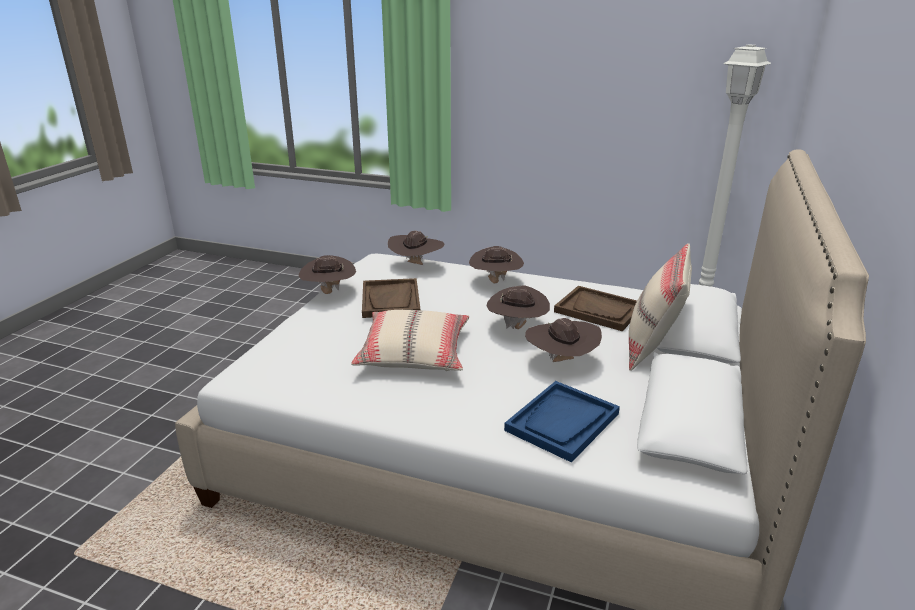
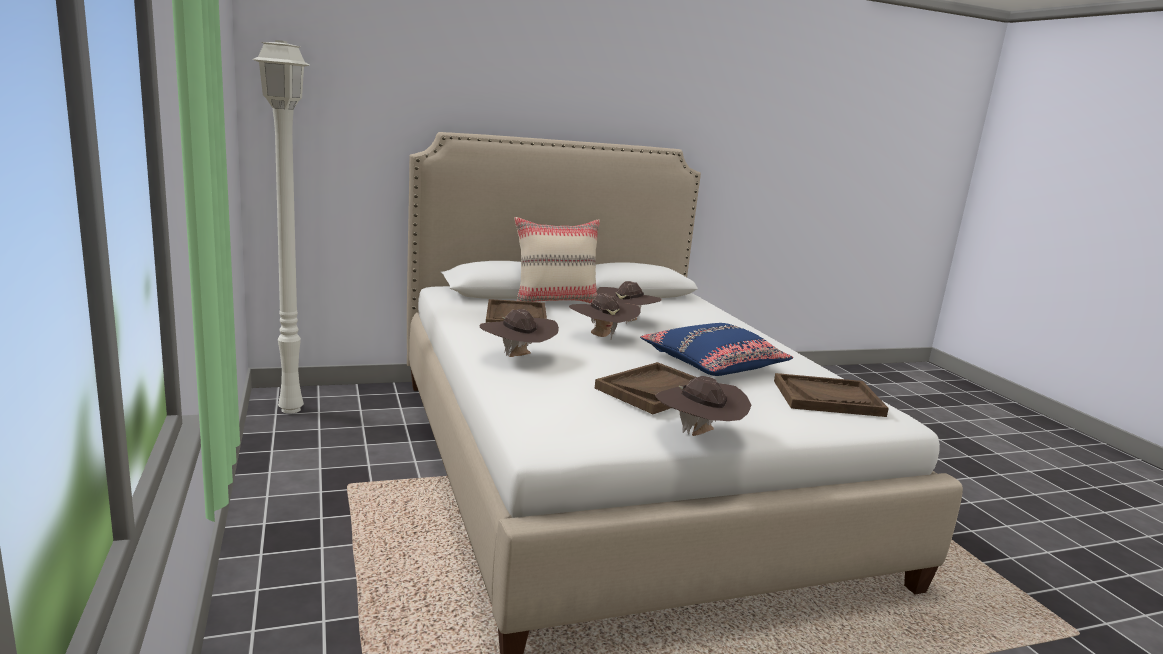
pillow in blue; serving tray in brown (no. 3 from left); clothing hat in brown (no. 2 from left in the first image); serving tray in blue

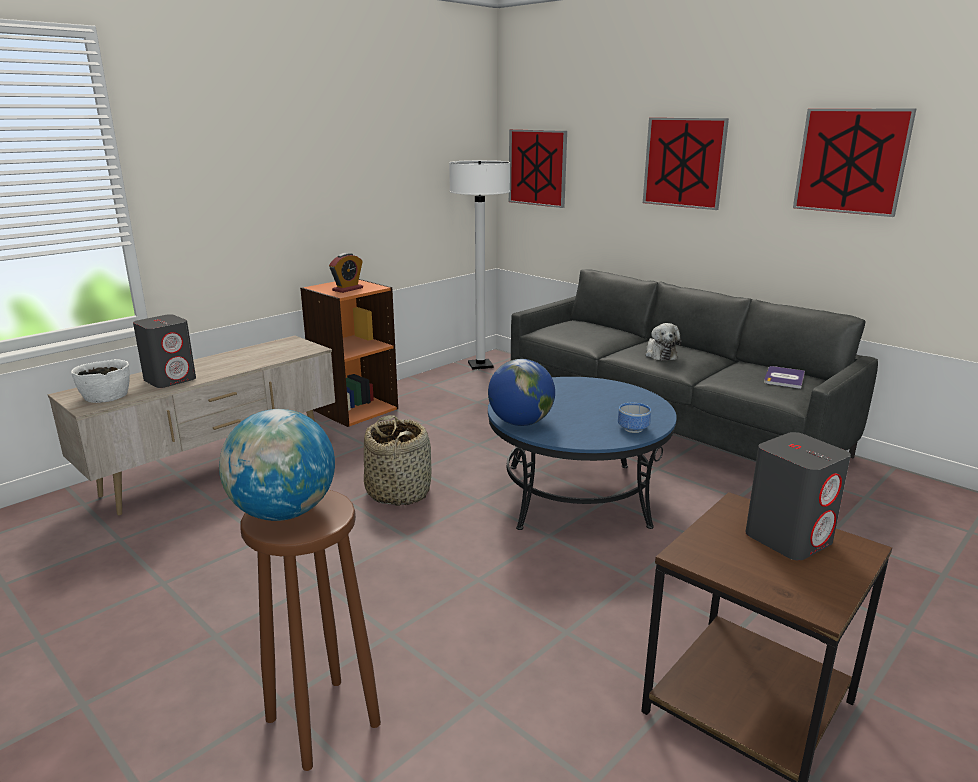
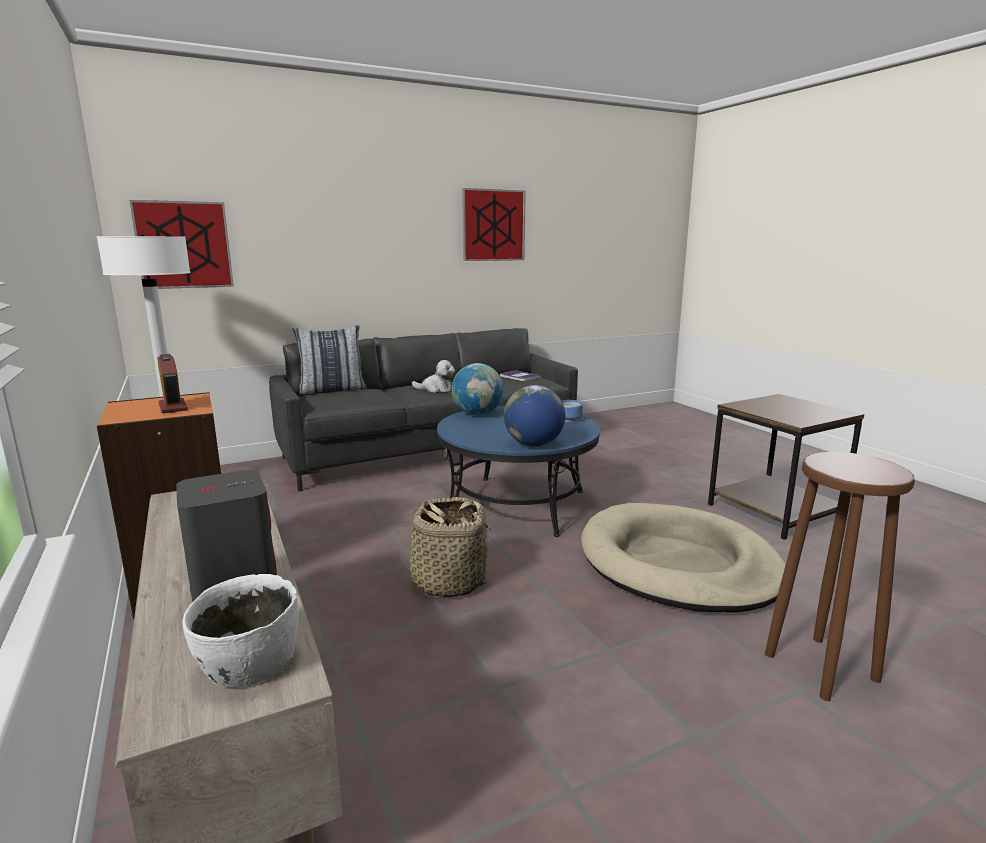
pillow; desk globe (no. 1 from left); dog bed in beige; picture (no. 2 from left in the first image); loudspeaker in greyish (no. 2 from left in the first image)

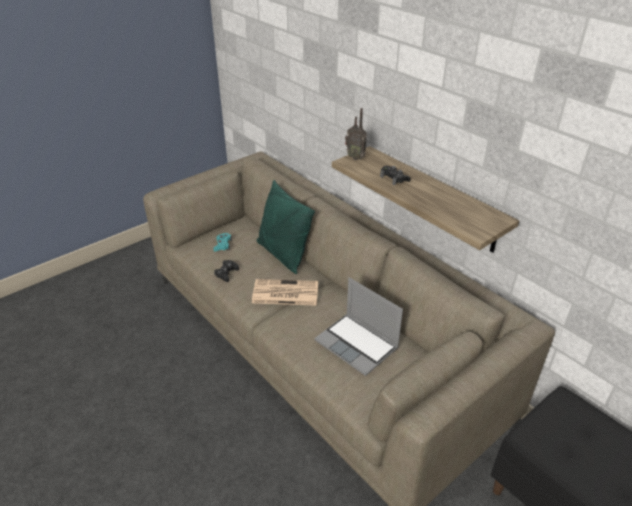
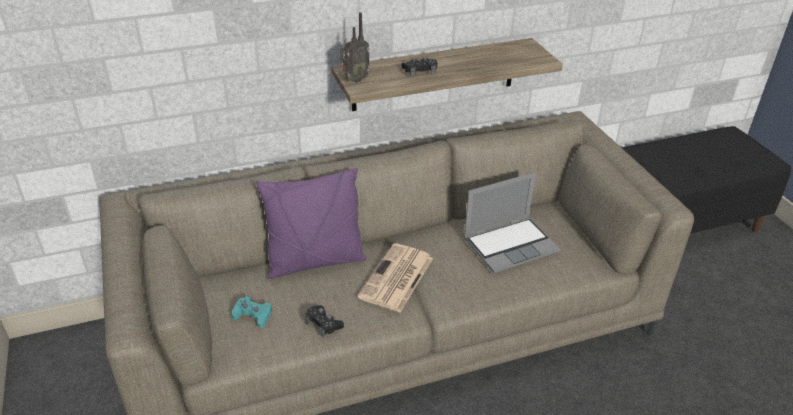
pillow in purplish

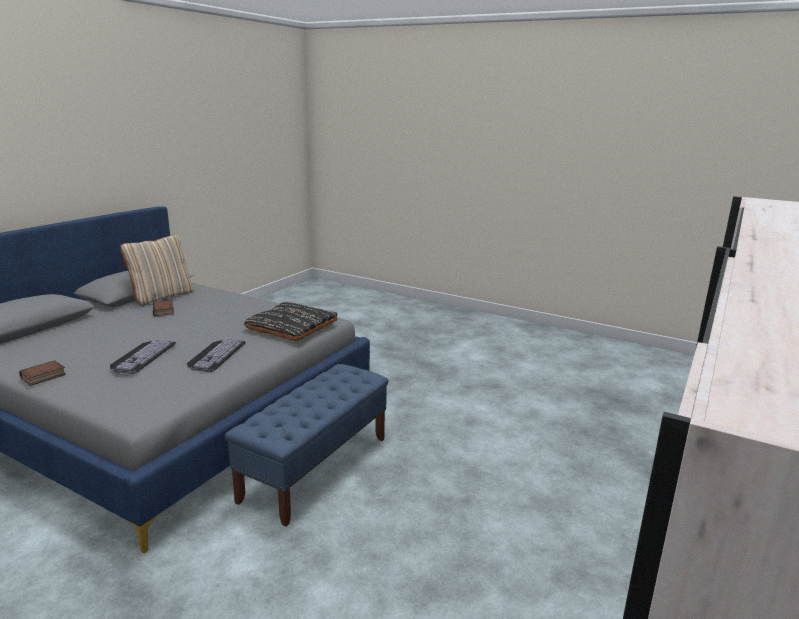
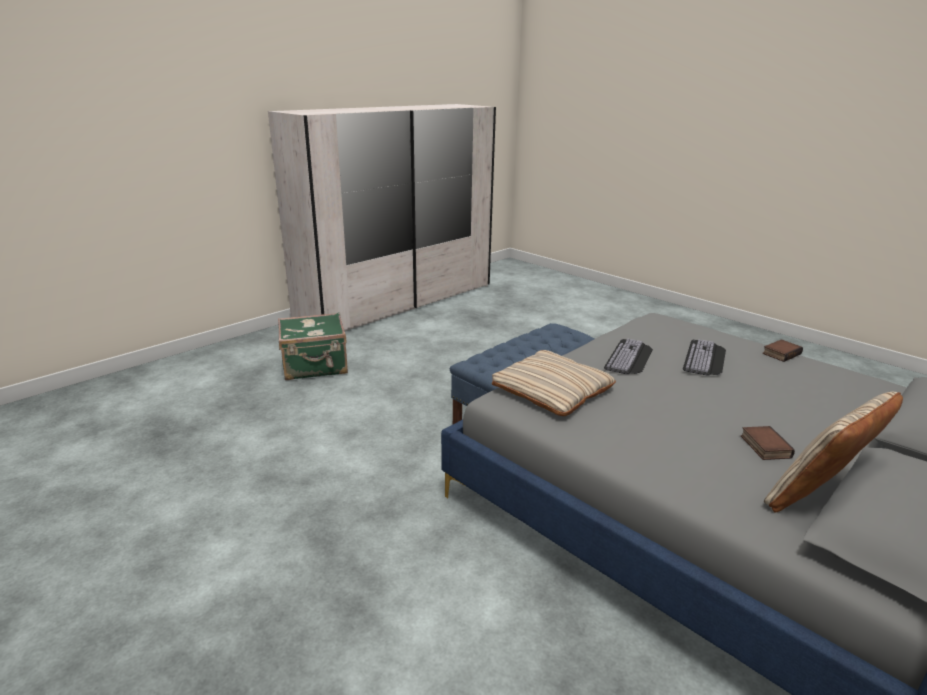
travel case in green; pillow in beige (no. 1 from left)

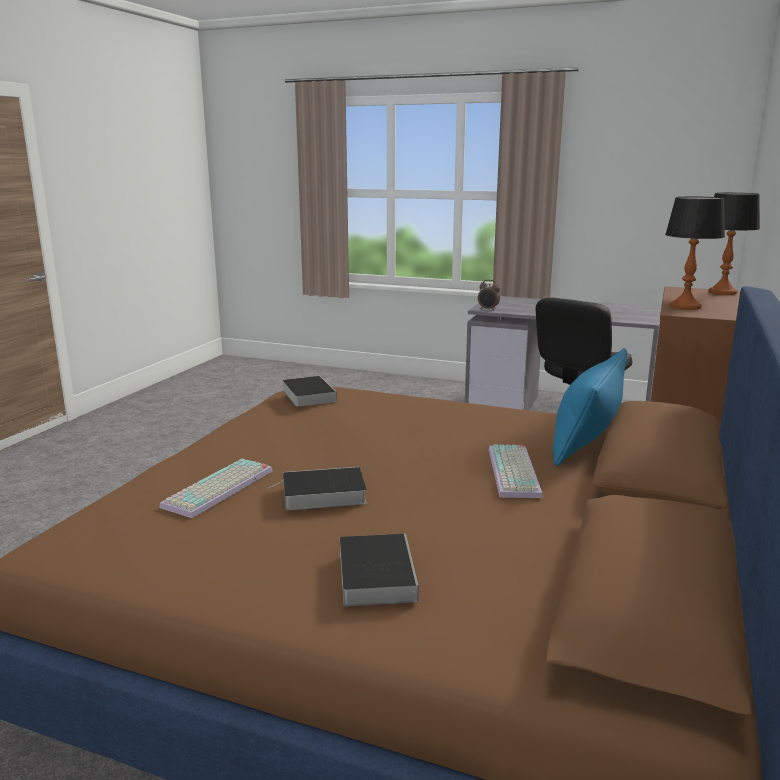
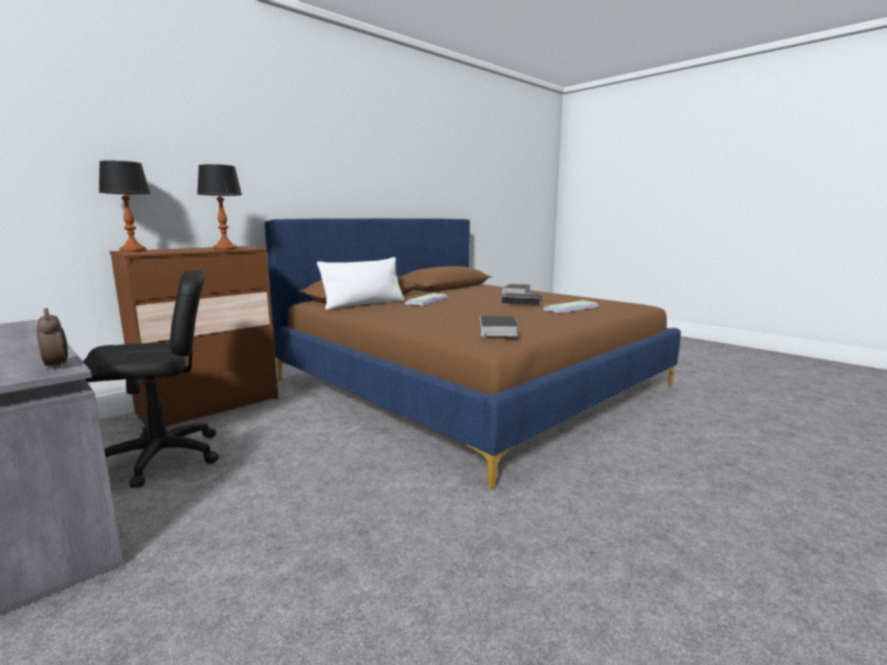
pillow in white-coloured

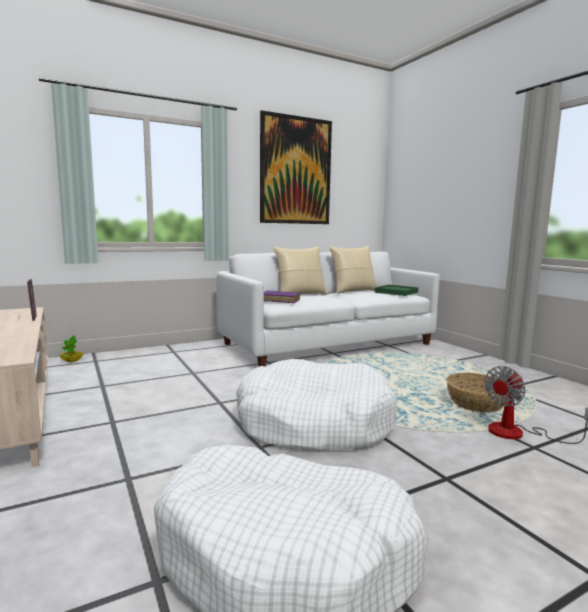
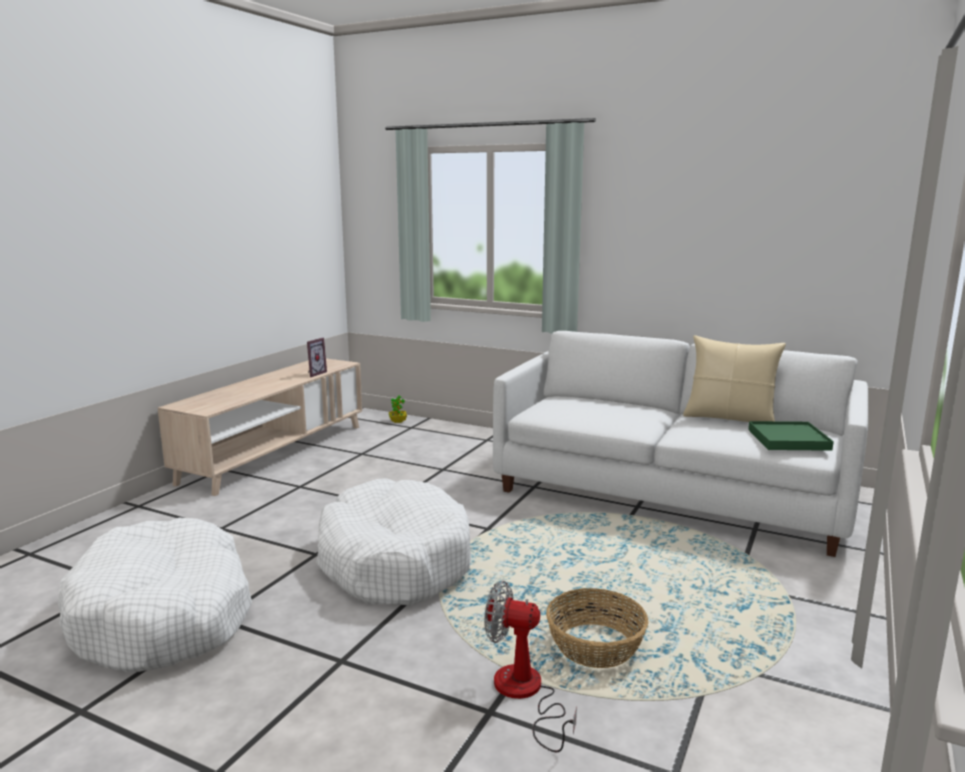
picture; book in purplish; pillow in beige (no. 1 from left in the first image)

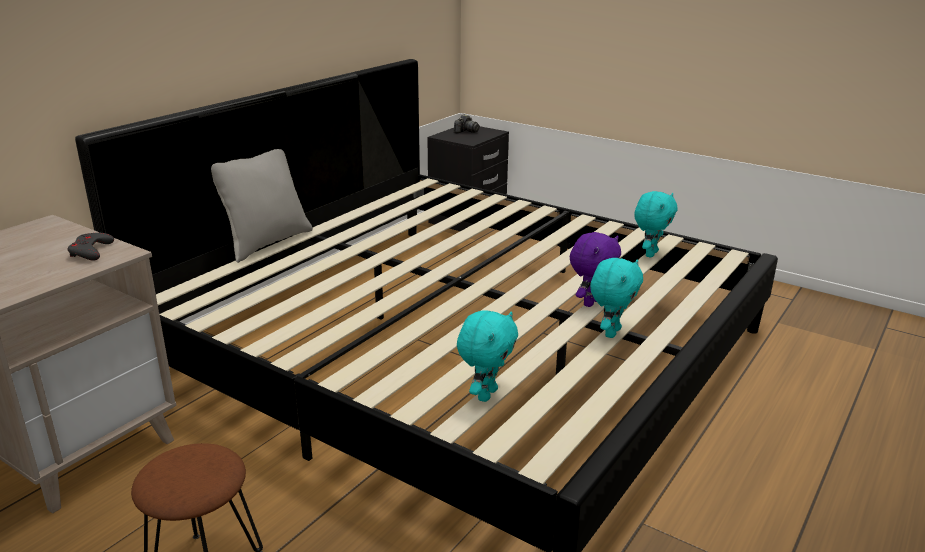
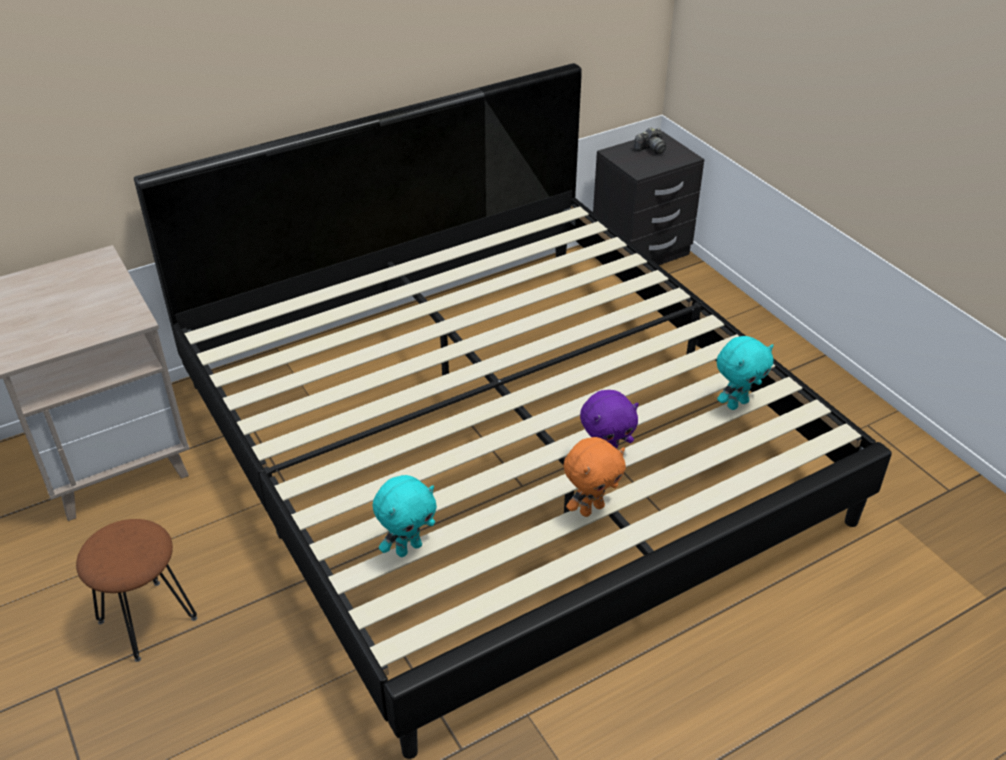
plush toy in orange-coloured; joypad in greyish; pillow in greyish

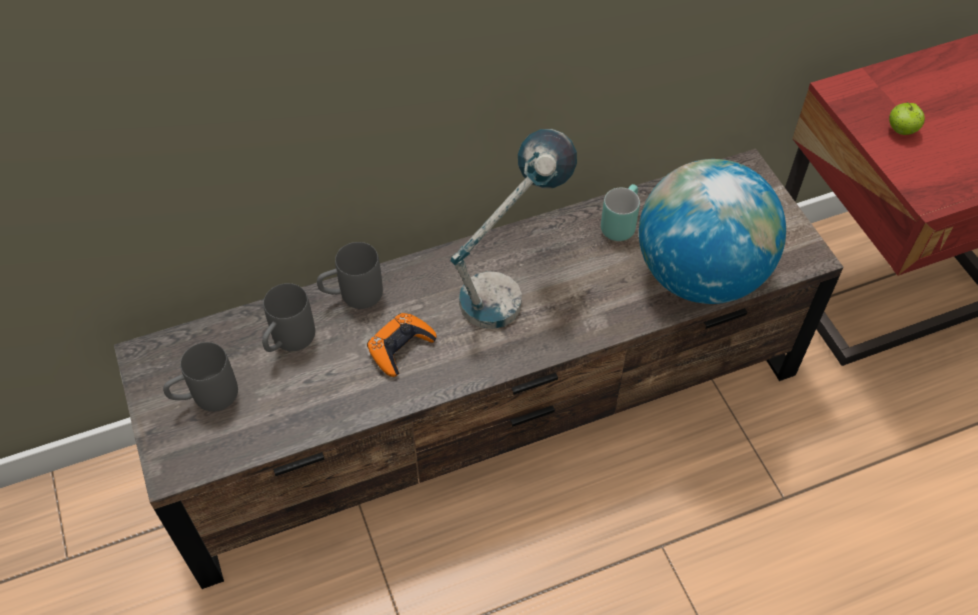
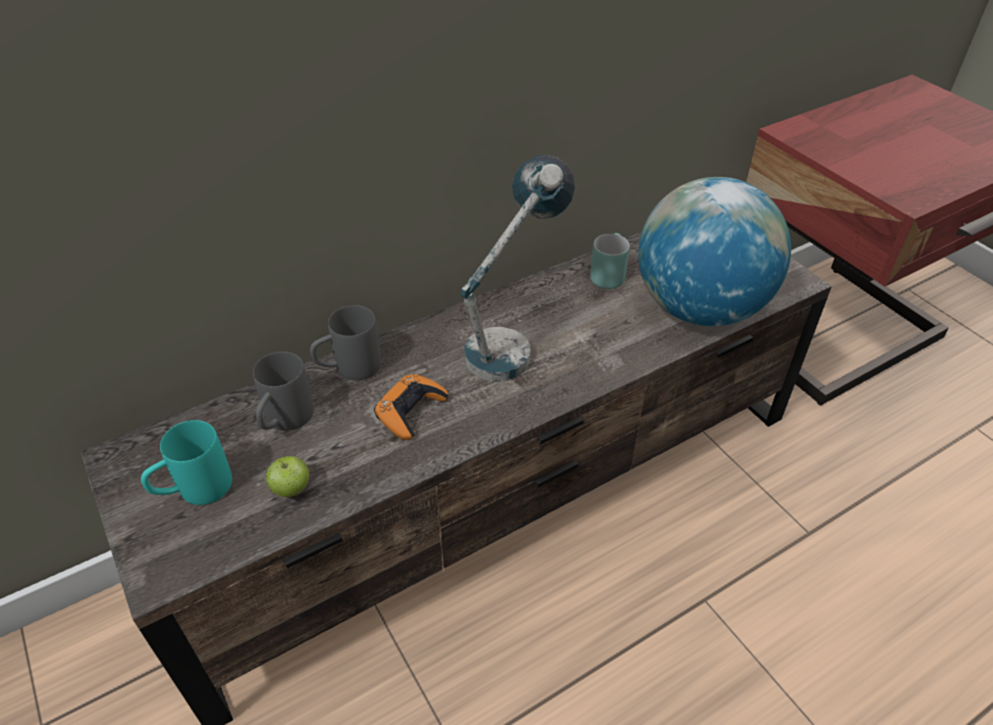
coffee mug in turquoise (no. 1 from left); apple fruit

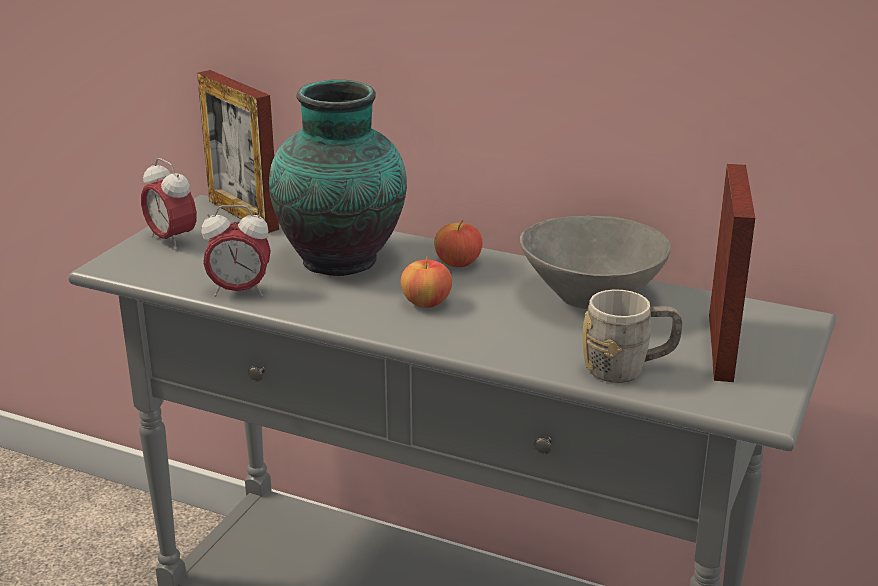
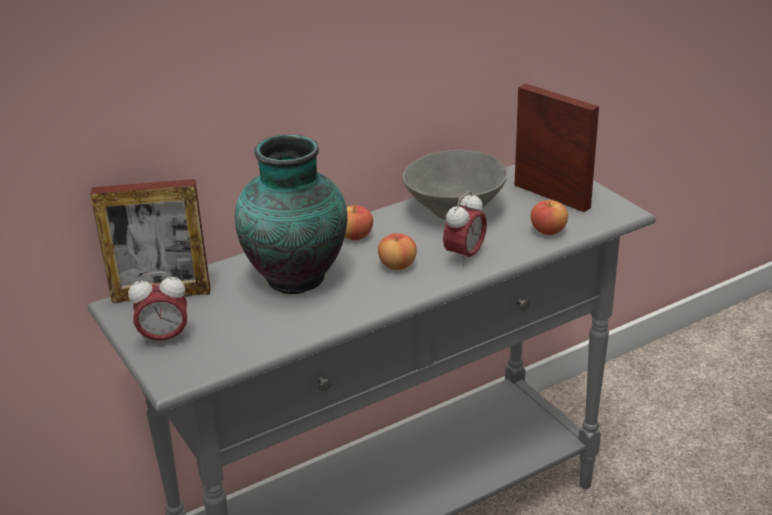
alarm clock (no. 2 from left); apple fruit (no. 3 from left)

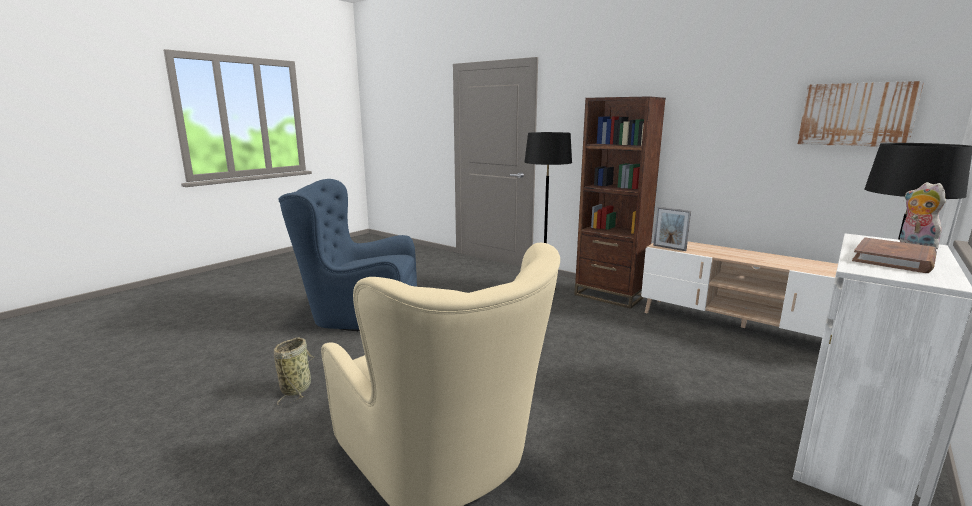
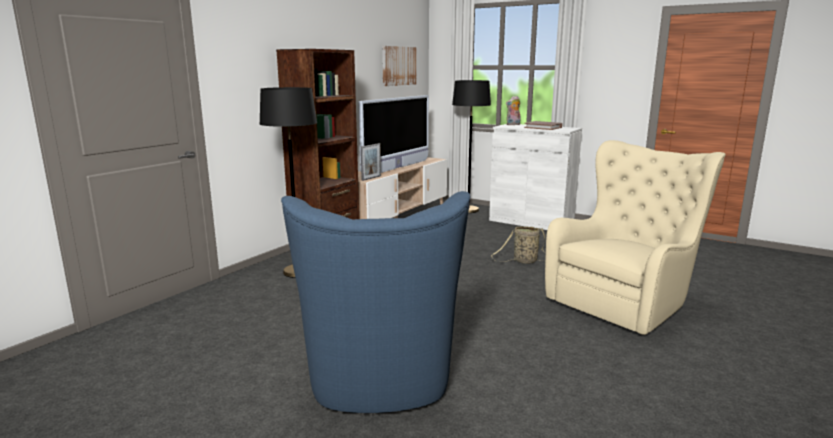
TV set; storage basket

